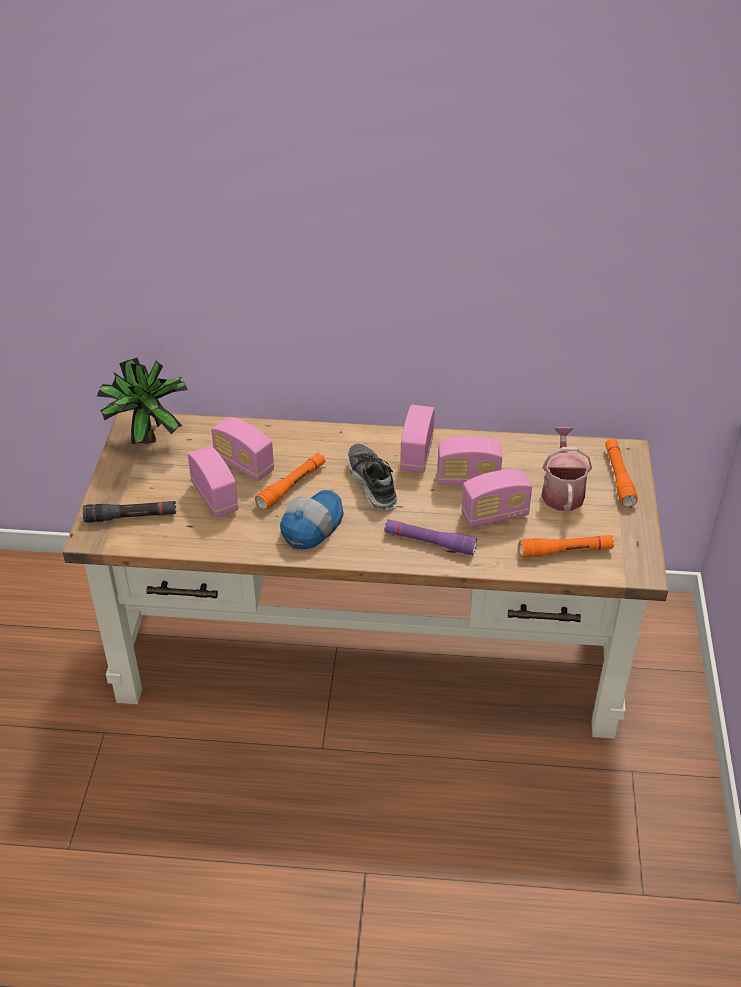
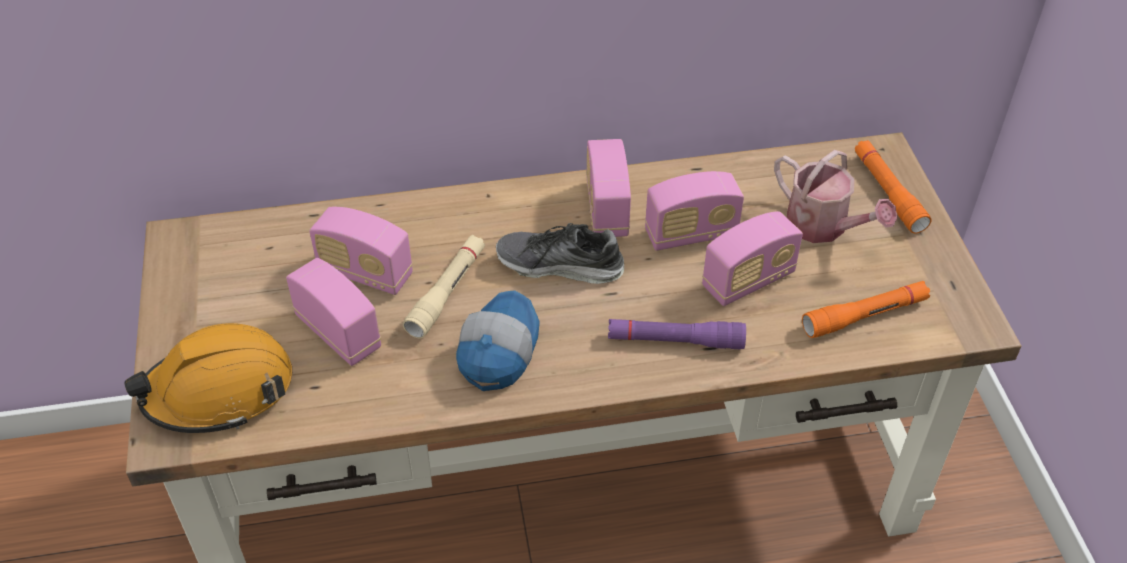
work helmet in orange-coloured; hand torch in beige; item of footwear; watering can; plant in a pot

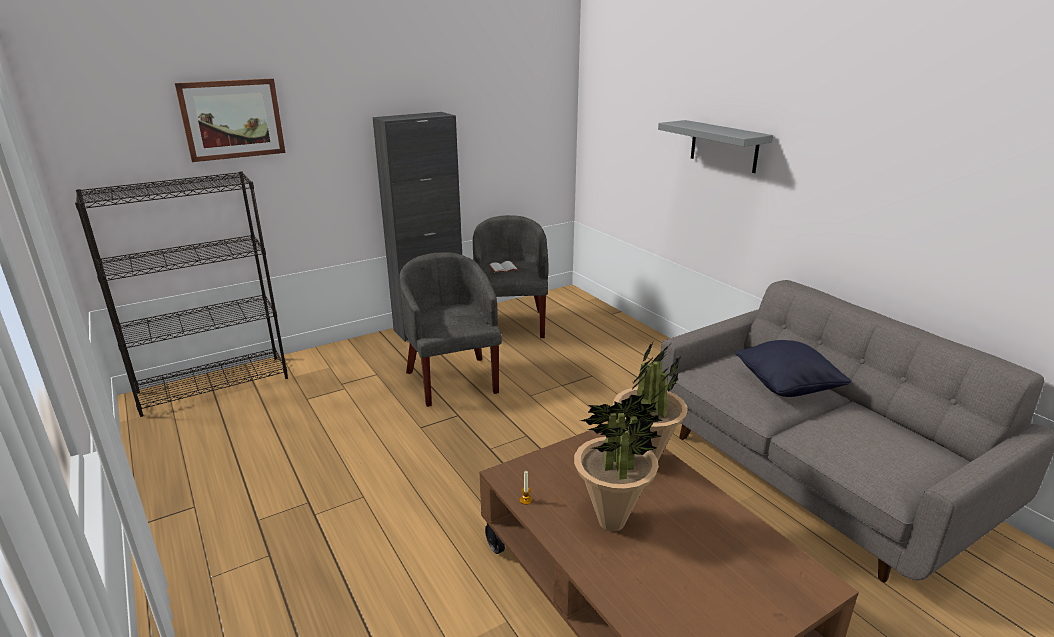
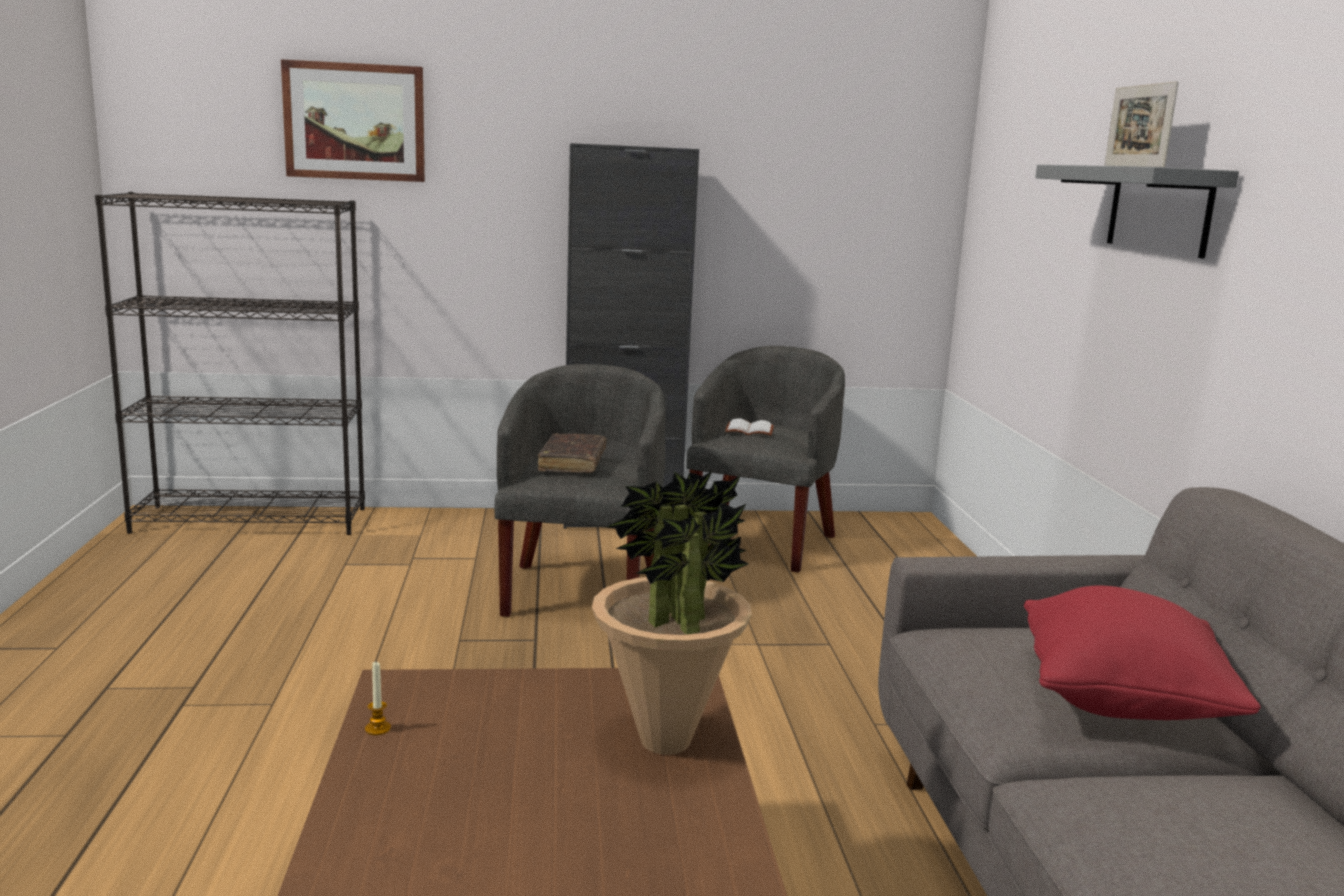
book in brown; pillow in red; standing frame; plant in a pot (no. 1 from left in the first image)

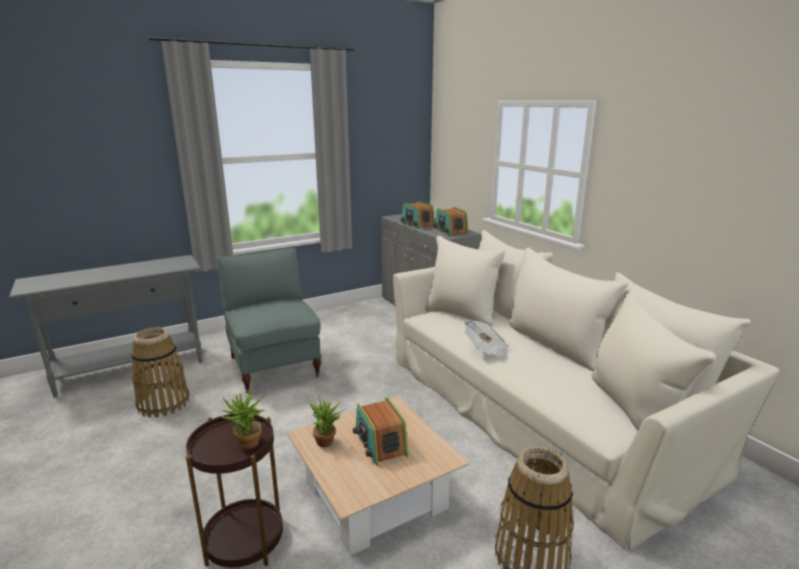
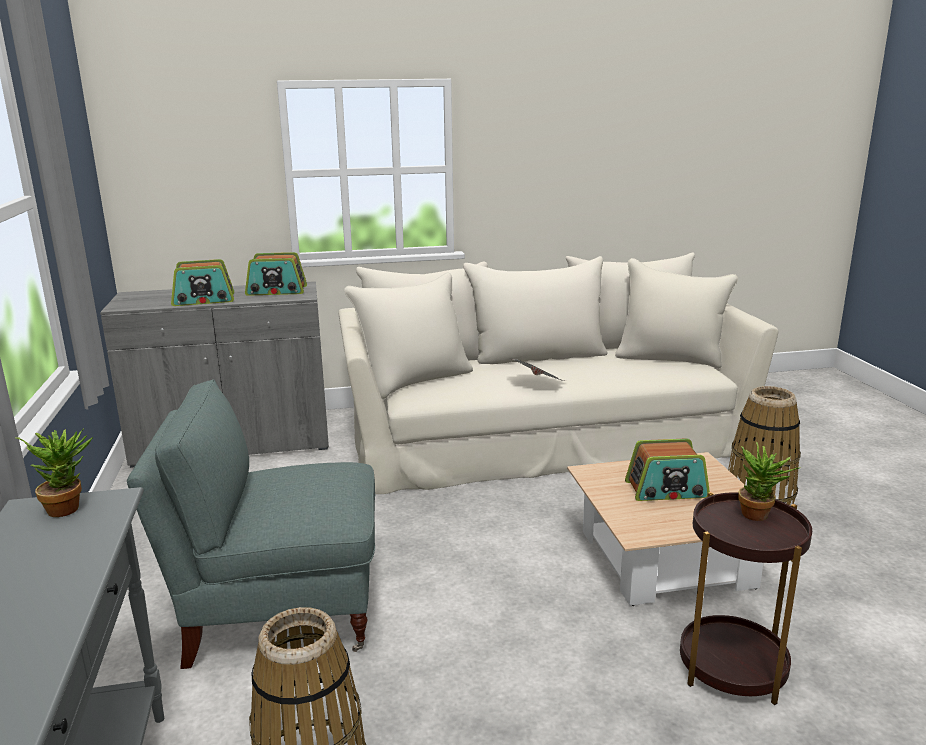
plant in a pot (no. 1 from left)

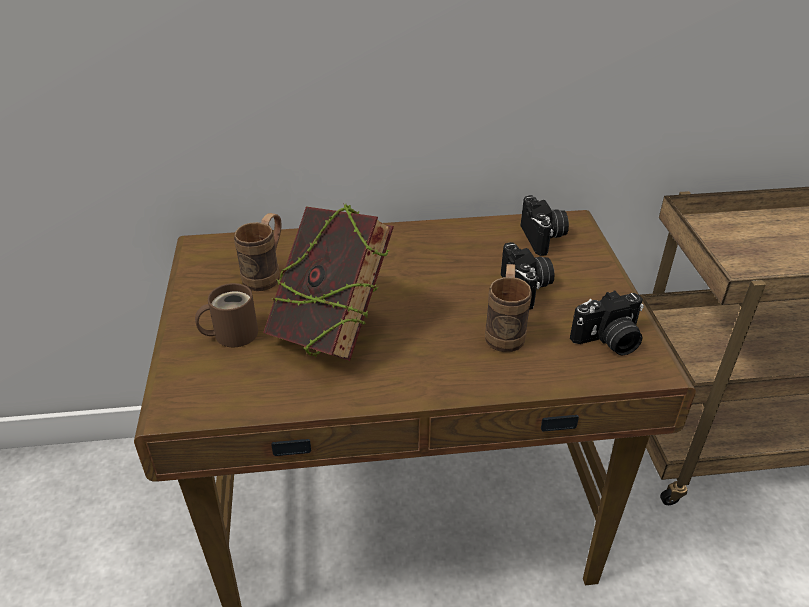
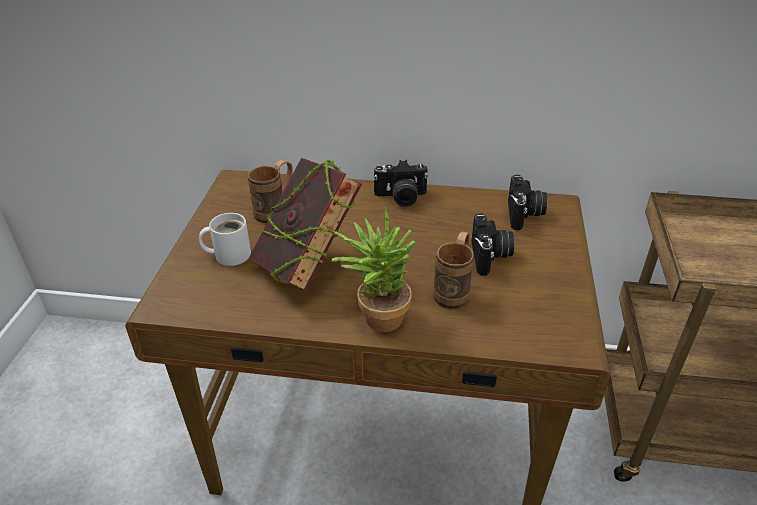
coffee mug in white-coloured; plant in a pot; still camera (no. 1 from left)

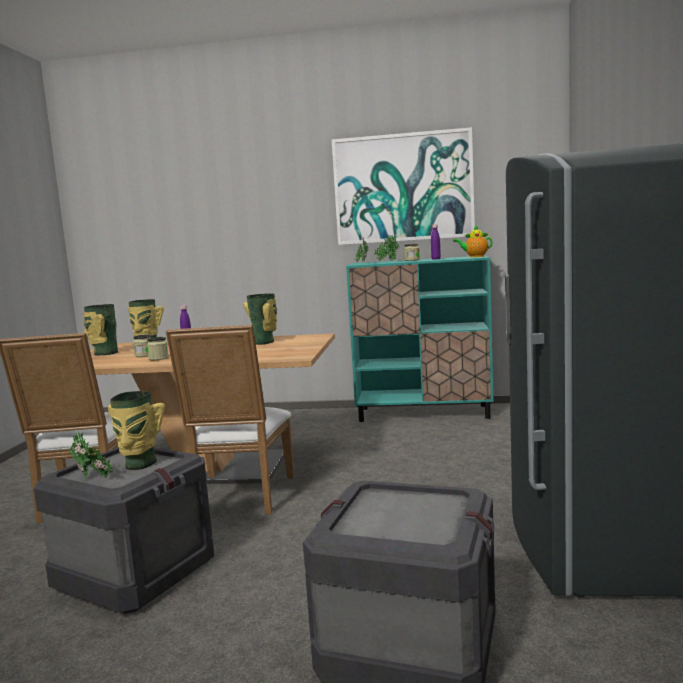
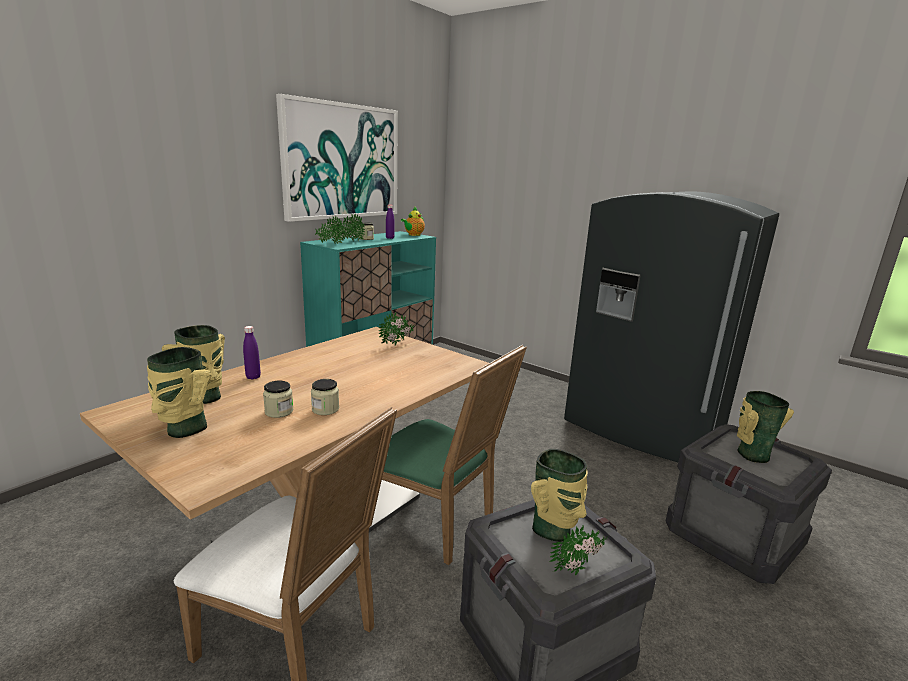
plant in a pot (no. 3 from left); plain chair in green; decorative vase (no. 4 from left)

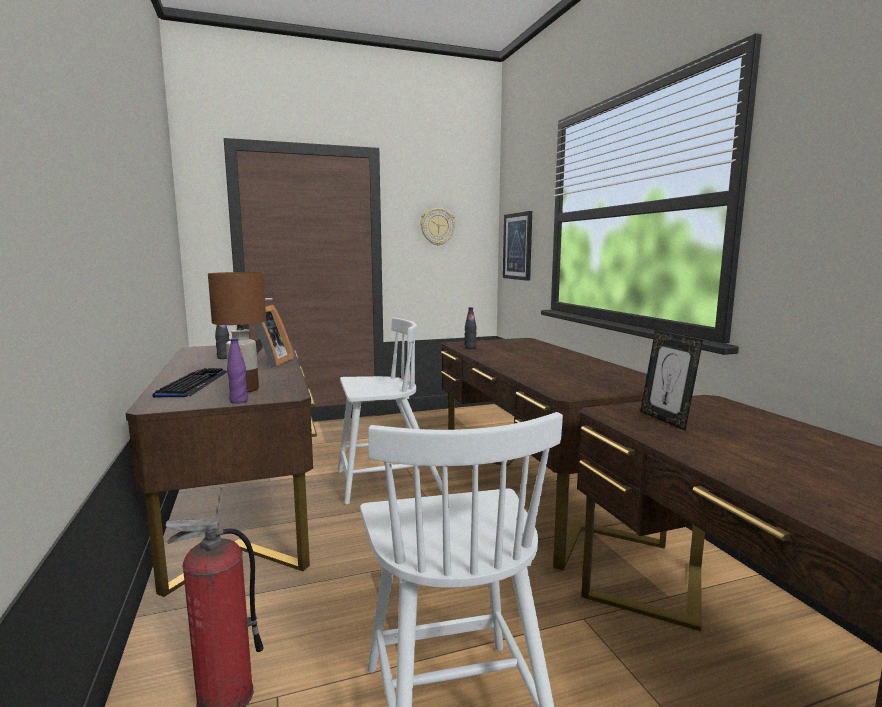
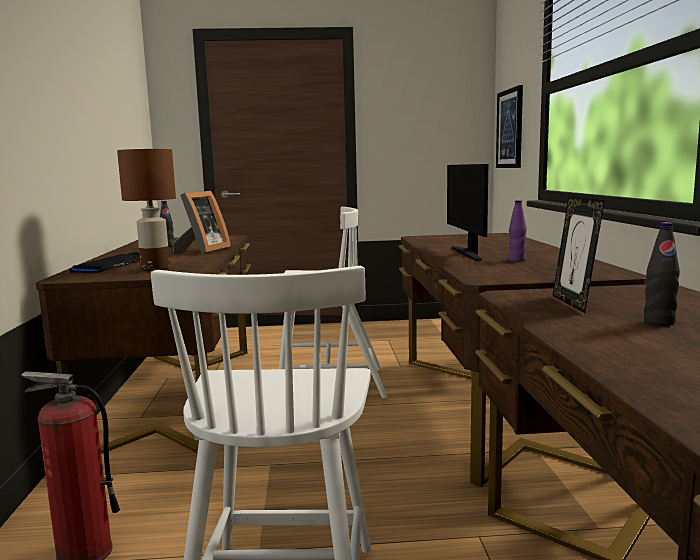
computer display; beverage bottle in purplish; beverage bottle in blackish (no. 2 from left); hanging clock

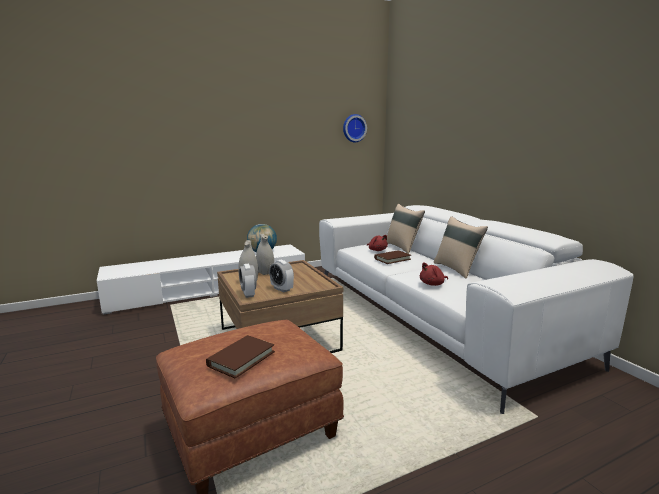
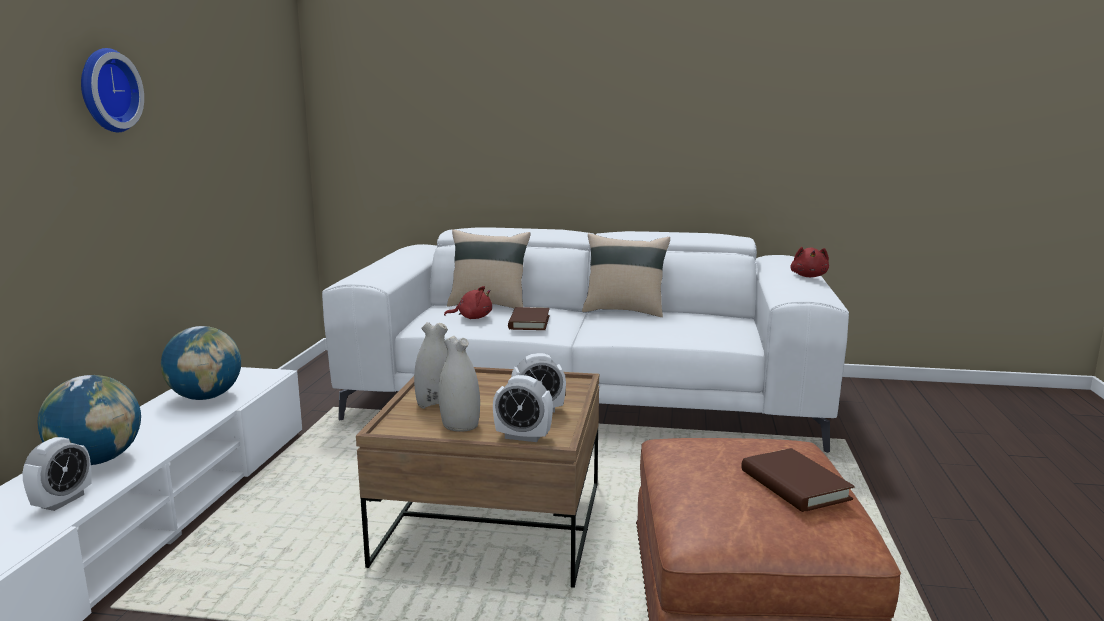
alarm clock (no. 1 from left); desk globe (no. 1 from left); hanging clock; plush toy in red (no. 2 from left)

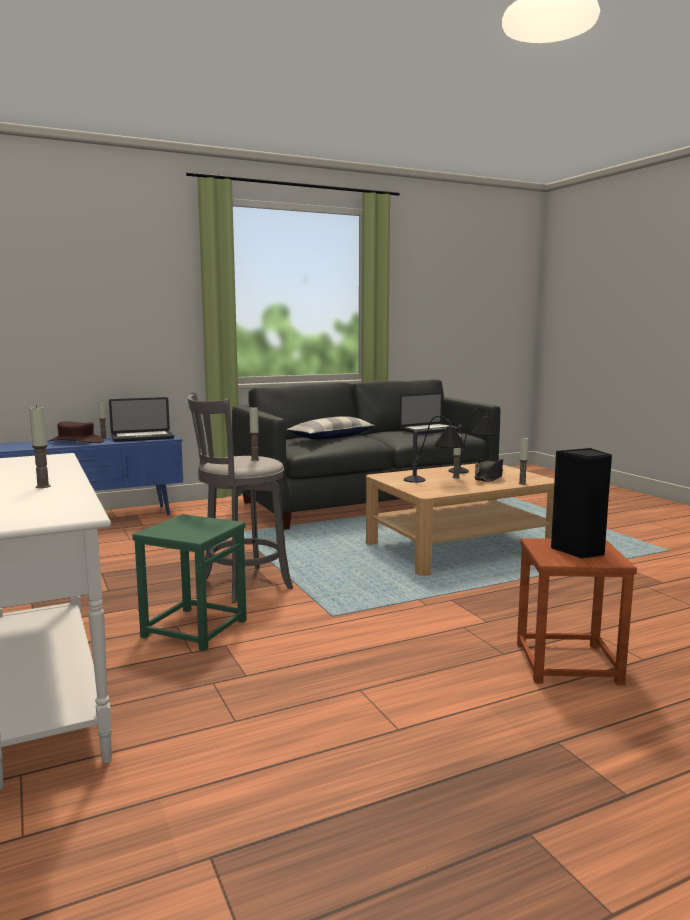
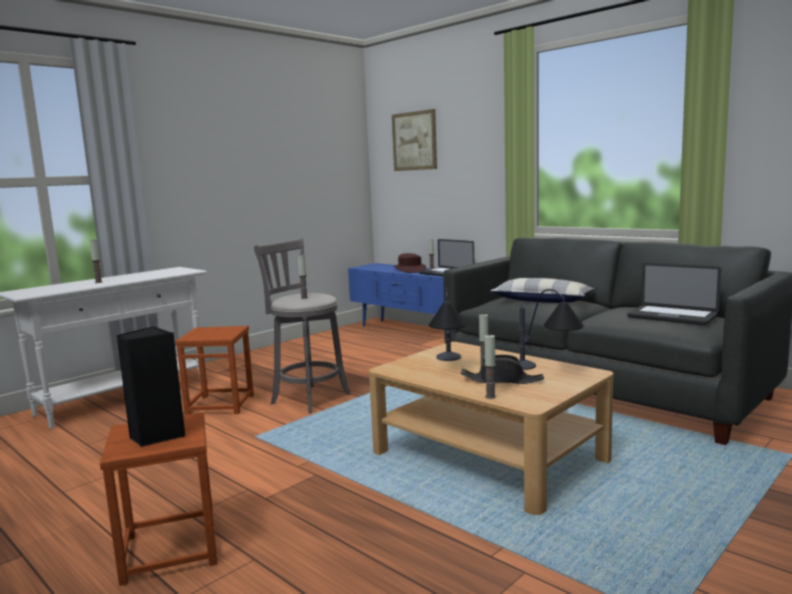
sitting stool in brown (no. 2 from left); picture

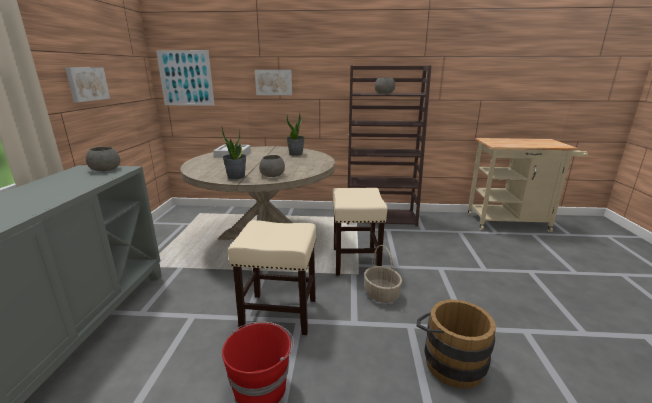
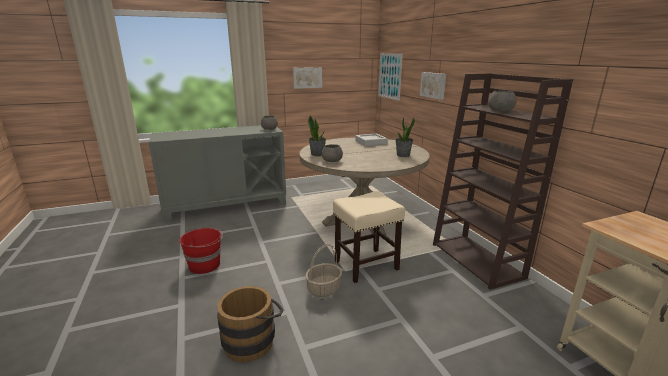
sitting stool in beige (no. 1 from left in the first image)

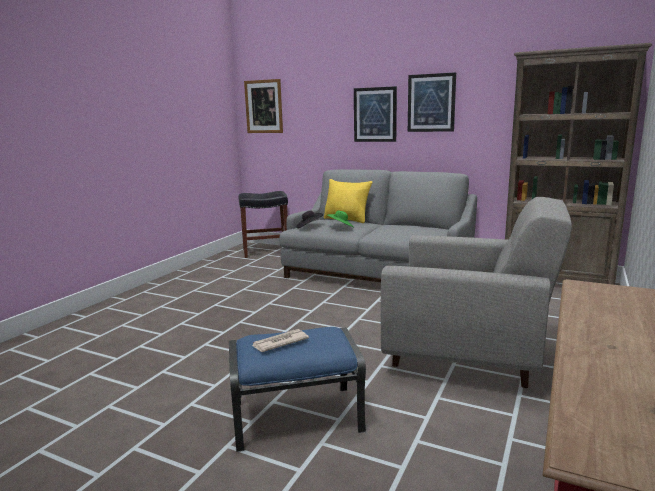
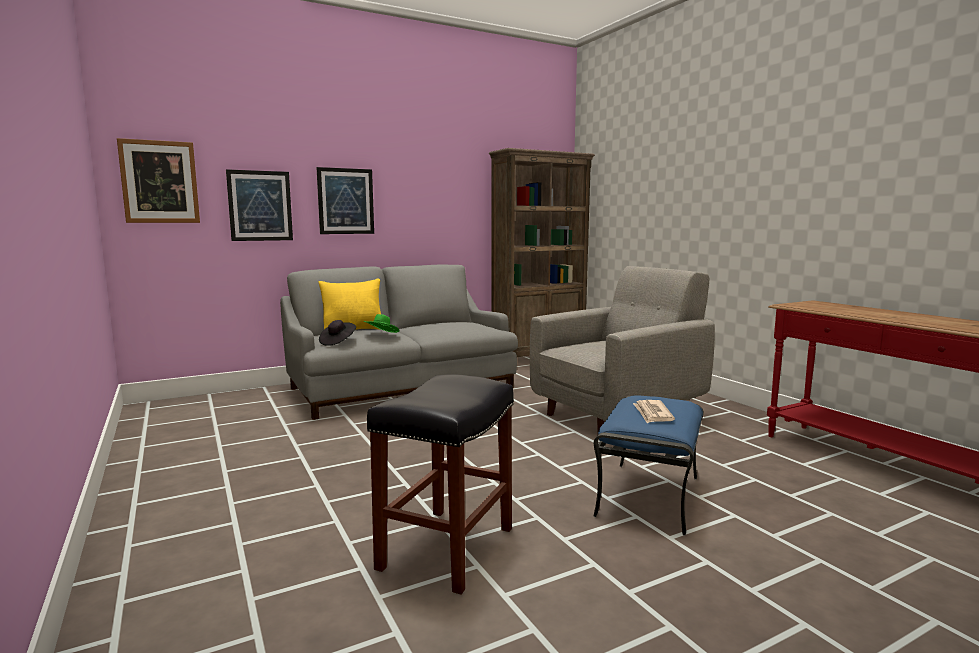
picture (no. 2 from left); sitting stool in blackish

